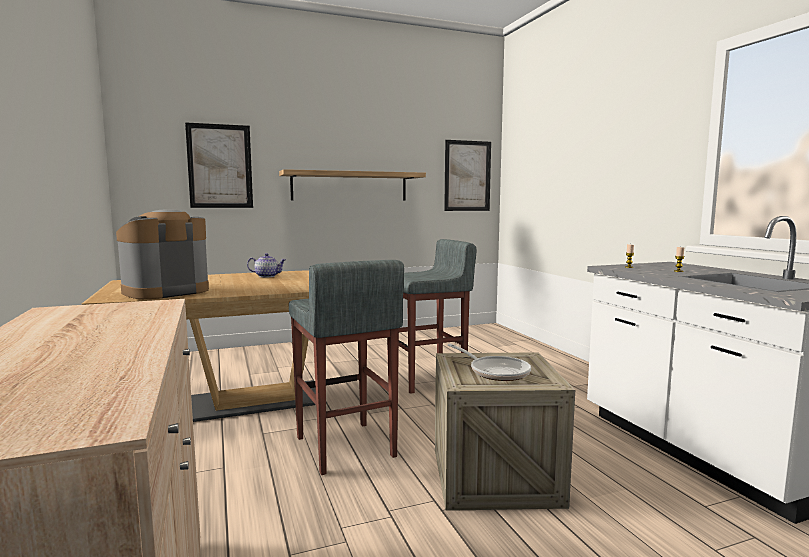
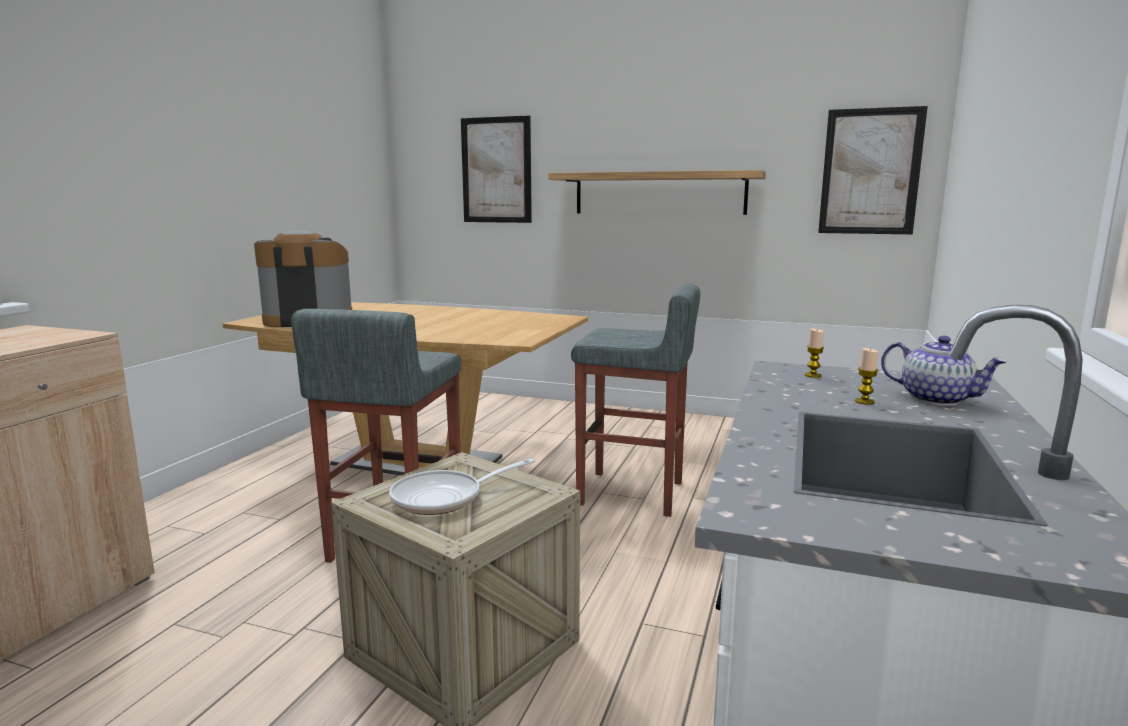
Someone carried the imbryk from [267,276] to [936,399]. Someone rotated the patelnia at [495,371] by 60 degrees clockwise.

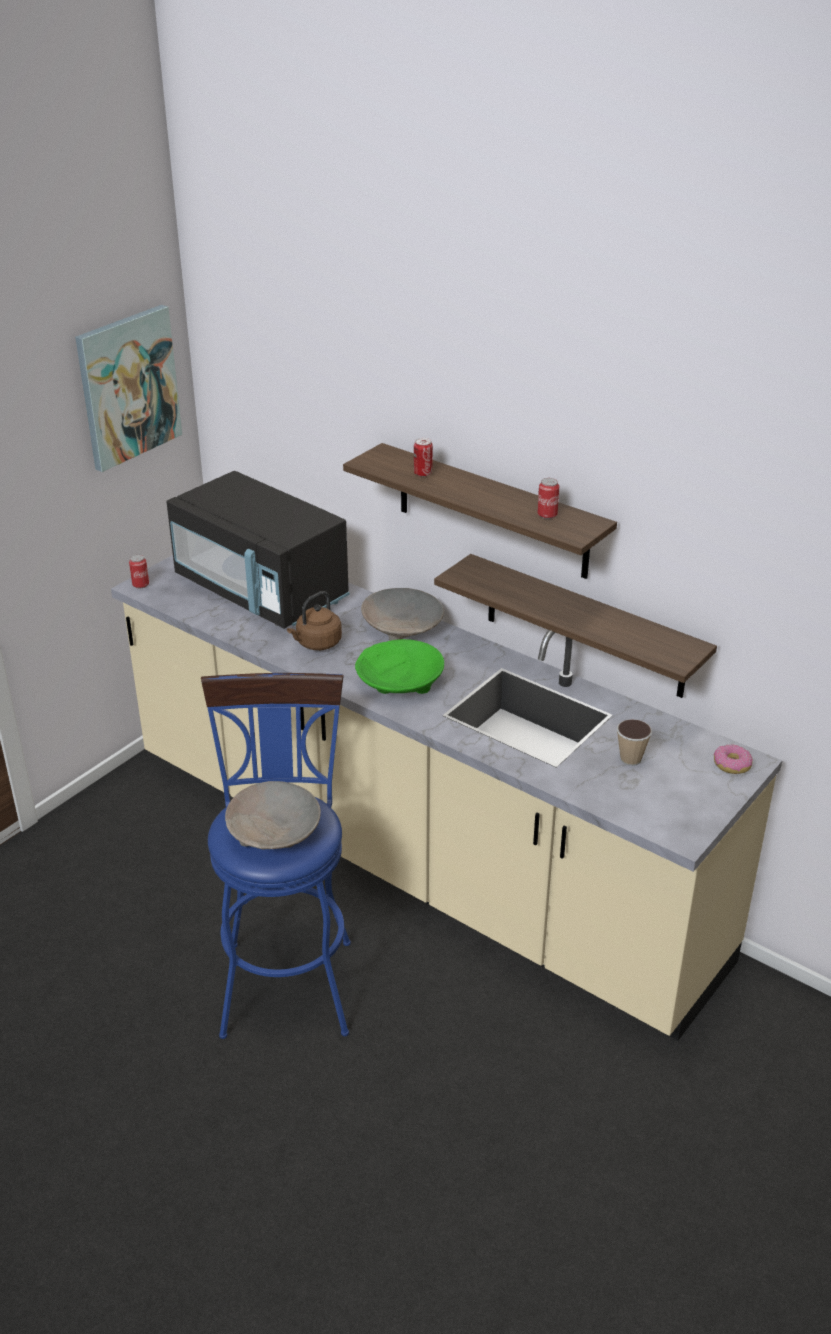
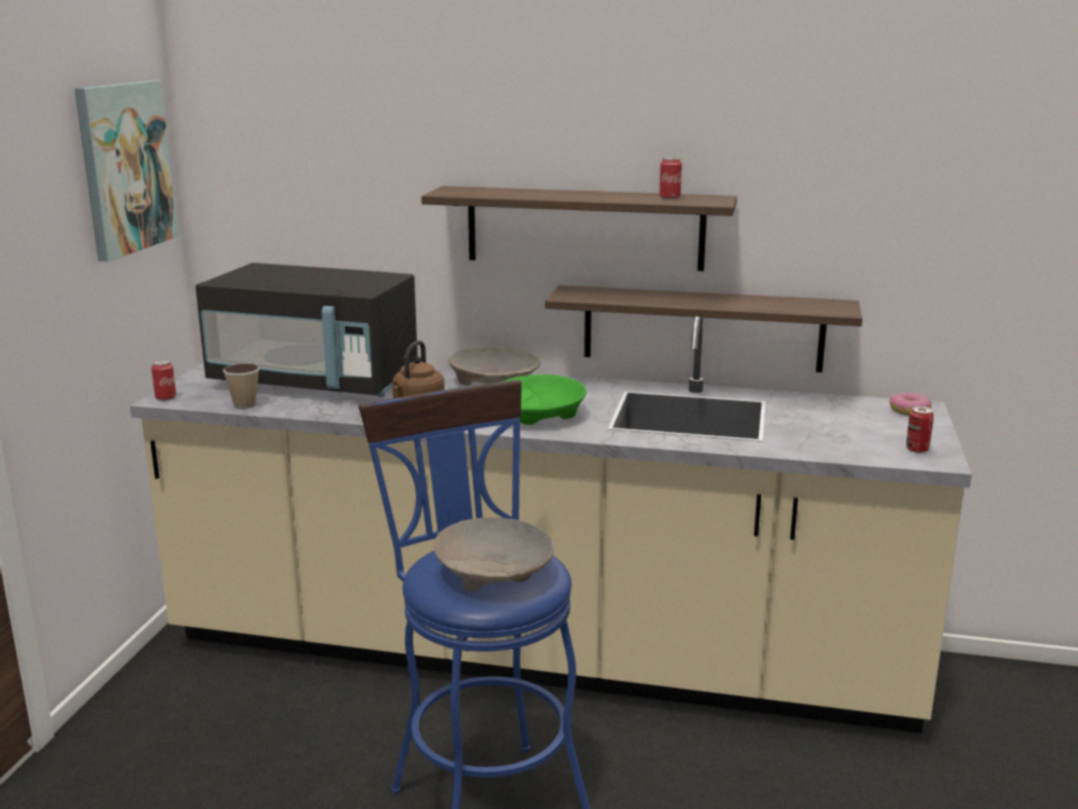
Someone carried the puszka from [423,473] to [917,450]. Someone carried the filiżanka from [630,759] to [244,405].

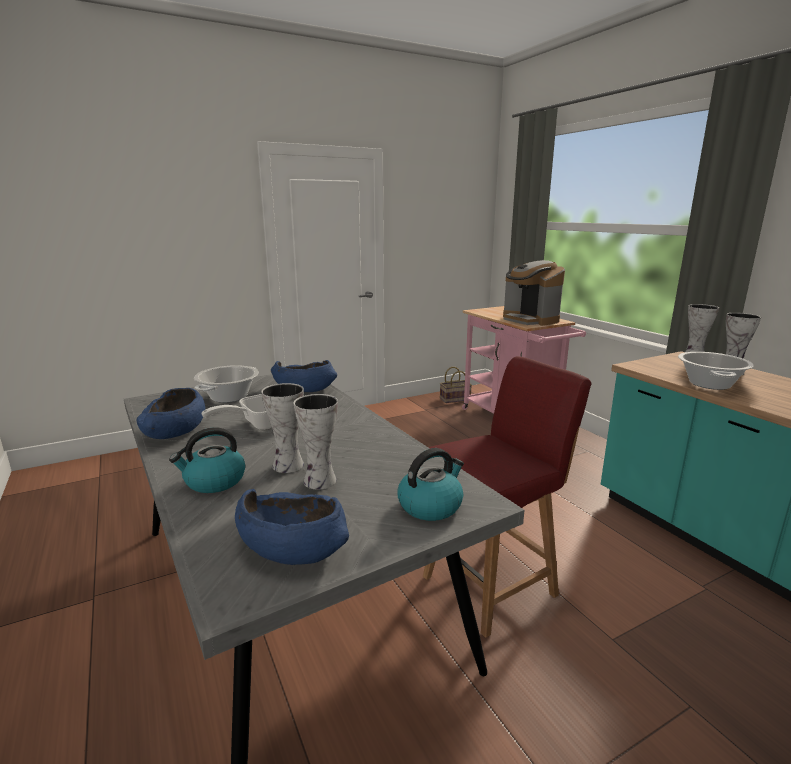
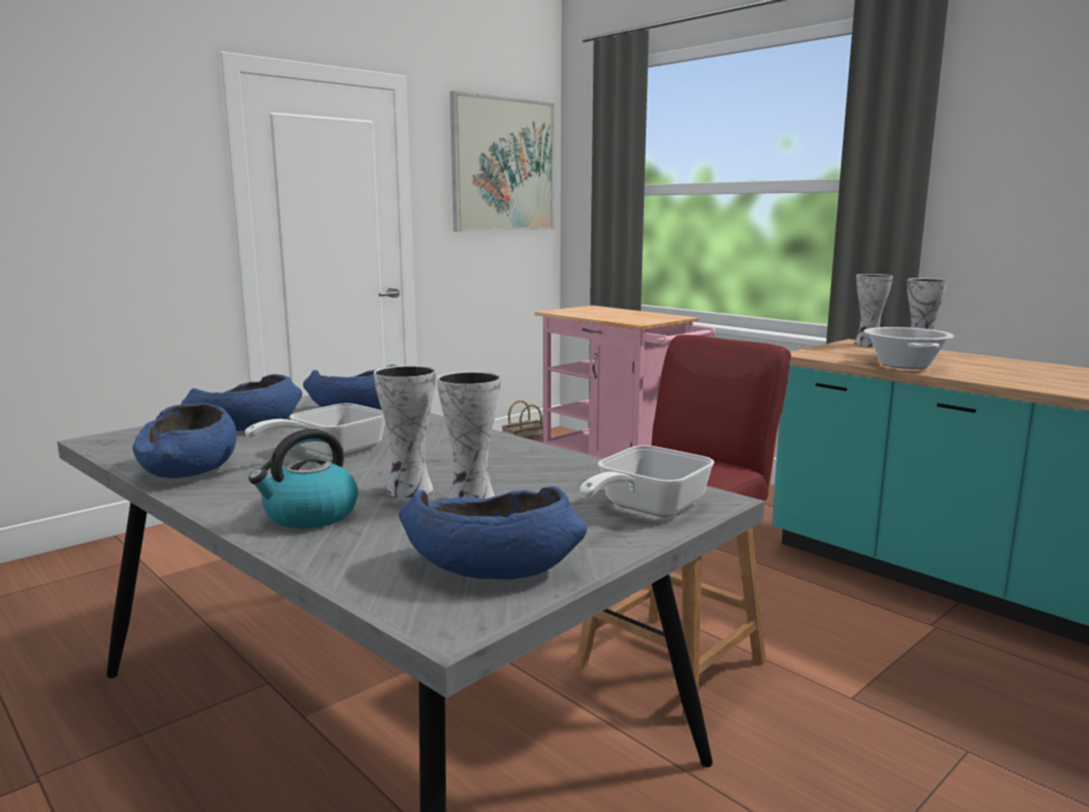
Someone took away the ekspres do kawy at [530,320]. Someone swapped the garnek at [229,397] for the miska [niebieski] at [245,427]. Someone swapped the czajnik at [430,505] for the patelnia at [645,508]. Someone put up the obraz at [503,165].

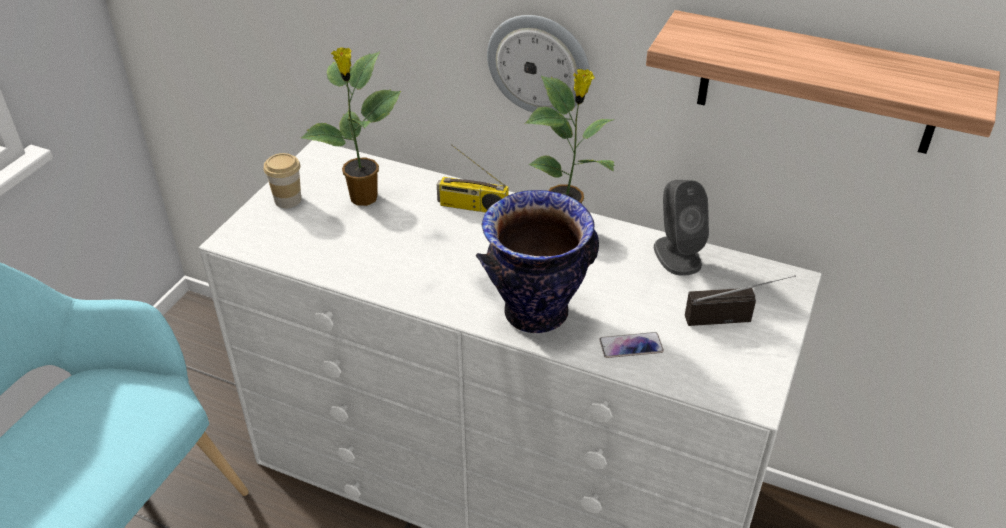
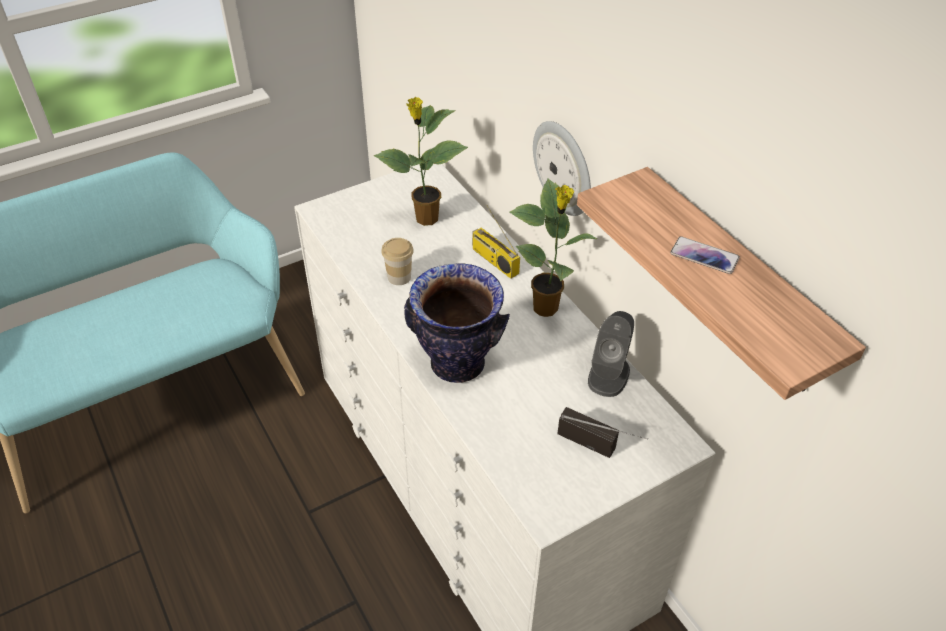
Someone carried the filiżanka from [288,200] to [399,277]. Someone carried the telefon from [631,346] to [704,256].

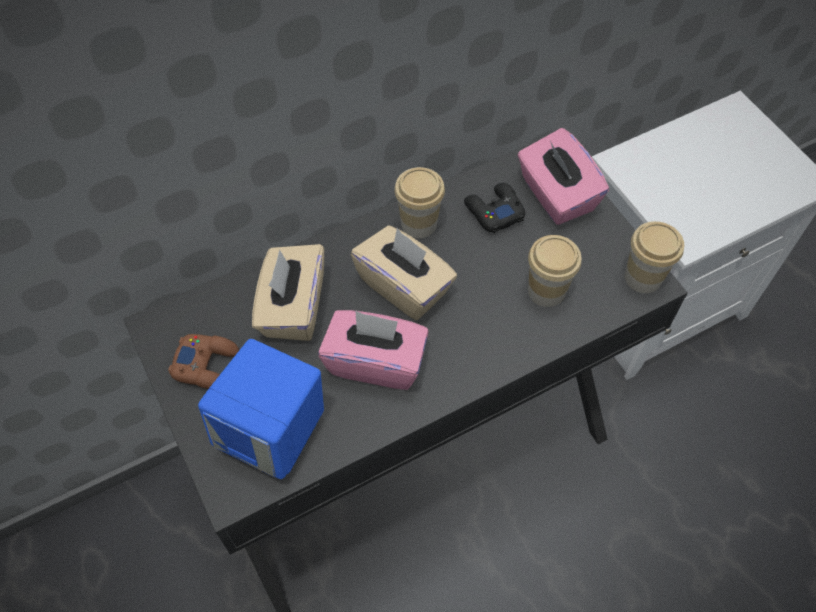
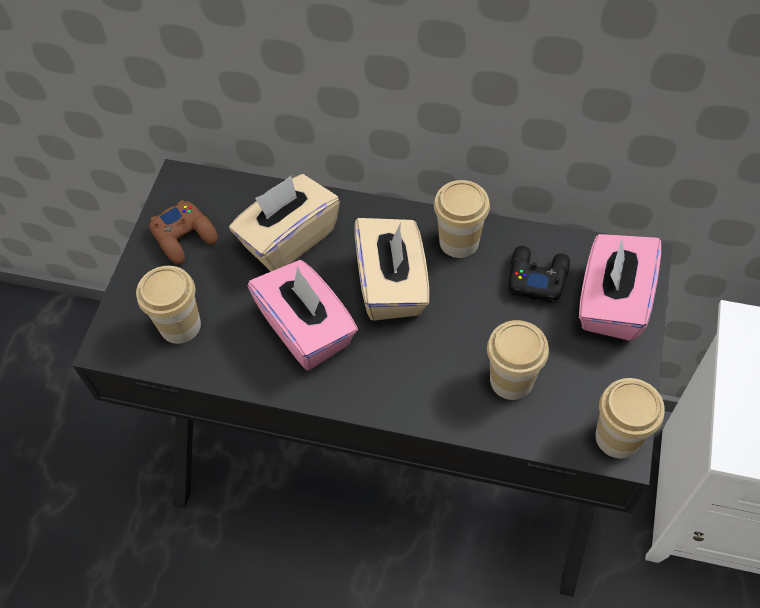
Someone swapped the głośnik [niebieski] at [274,433] for the filiżanka at [180,325].

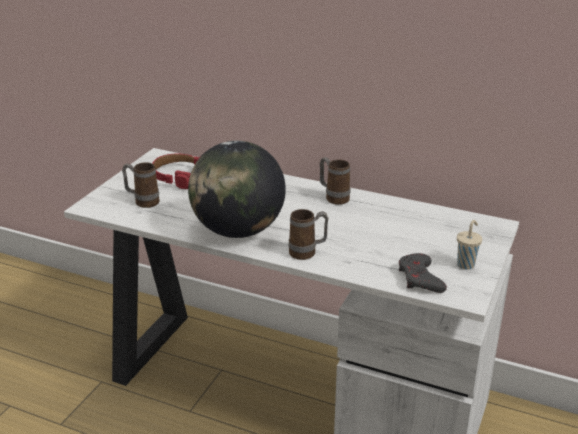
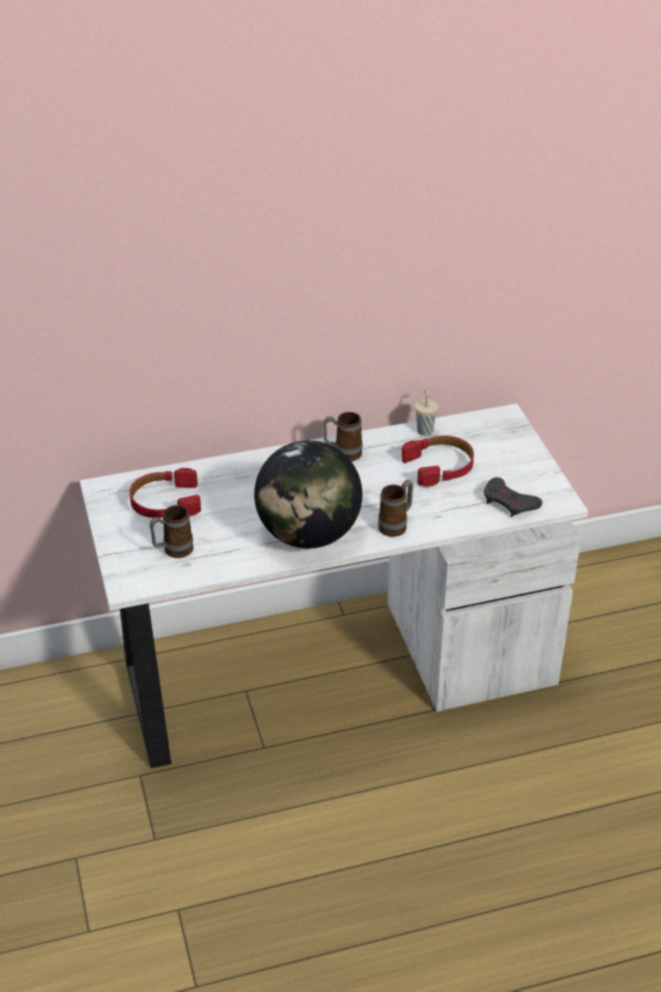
Someone carried the filiżanka [beżowy] from [466,264] to [424,430]. Someone put down the słuchawki [czerwony] at [440,466].

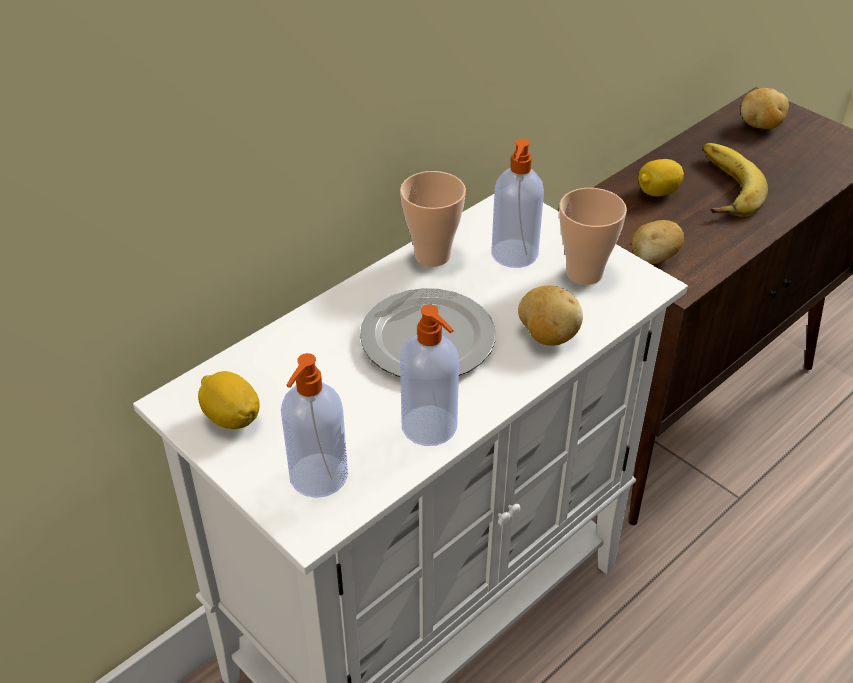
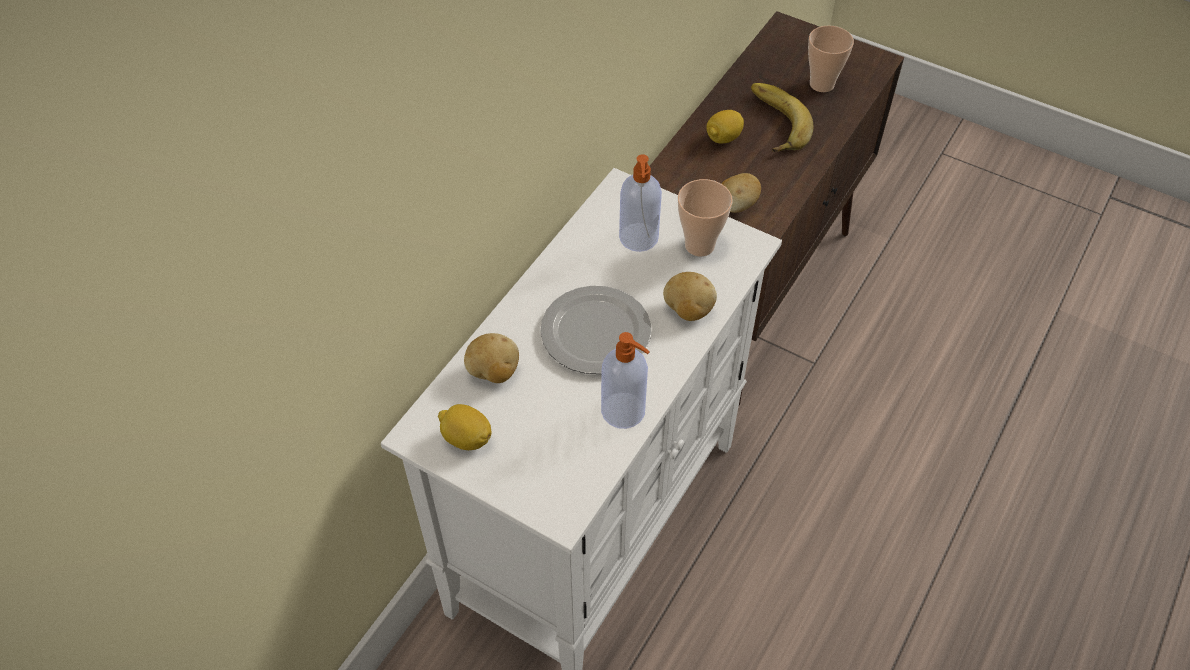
Someone carried the ziemniak from [760,126] to [493,372]. Someone carried the filiżanka from [432,255] to [822,84]. Someone took away the dozownik mydła at [317,477].

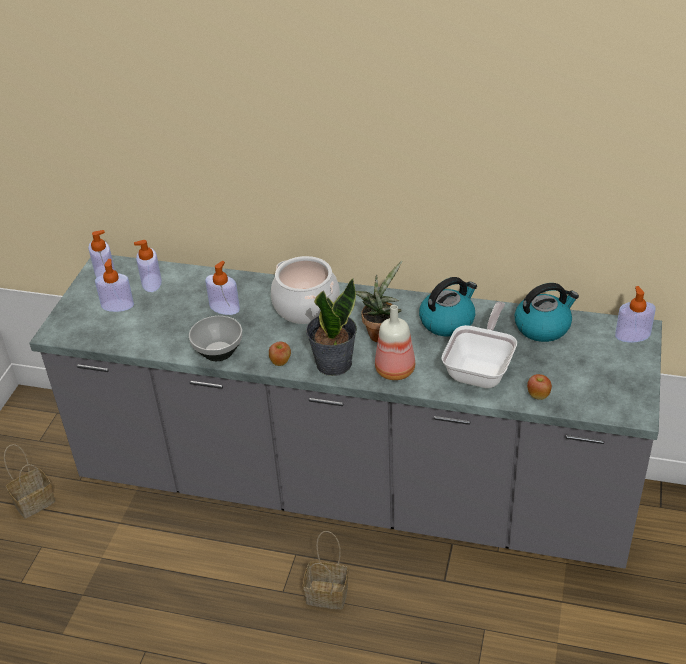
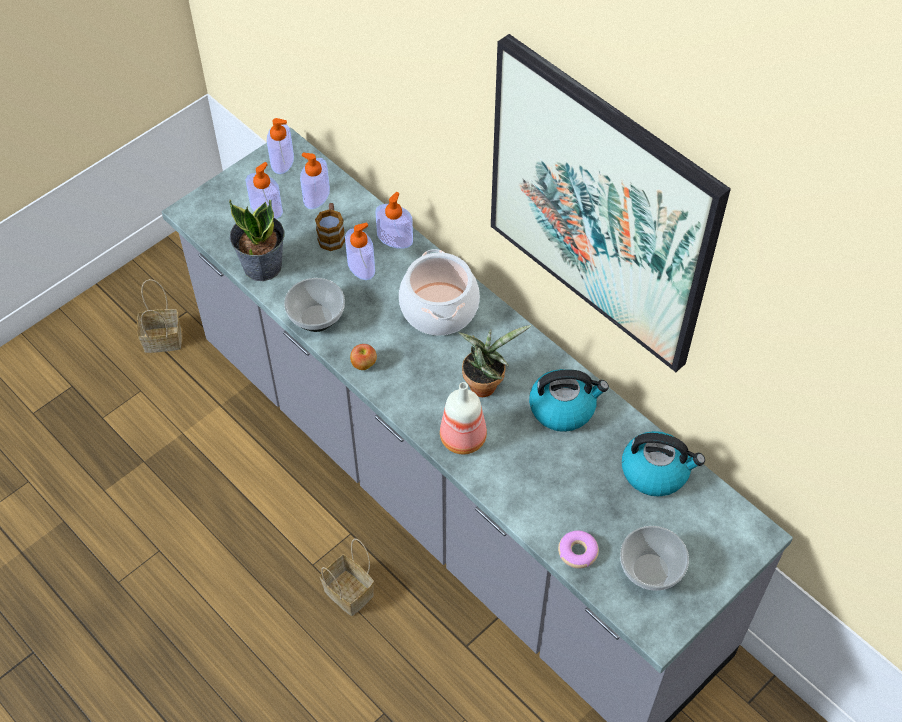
Someone carried the roślina doniczkowa from [333,363] to [262,265]. Someone carried the dozownik mydła from [632,335] to [395,238]. Someone took away the patelnia at [481,369]. Someone swapped the jabłko at [538,395] for the donut at [578,552]. Someone put up the obraz at [601,205]. Someone put down the kubek at [331,235]. Someone put down the miska at [651,571].

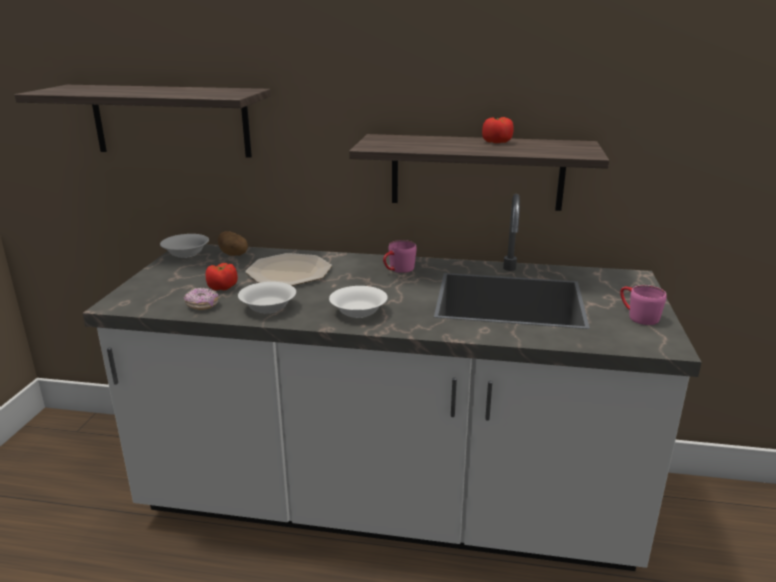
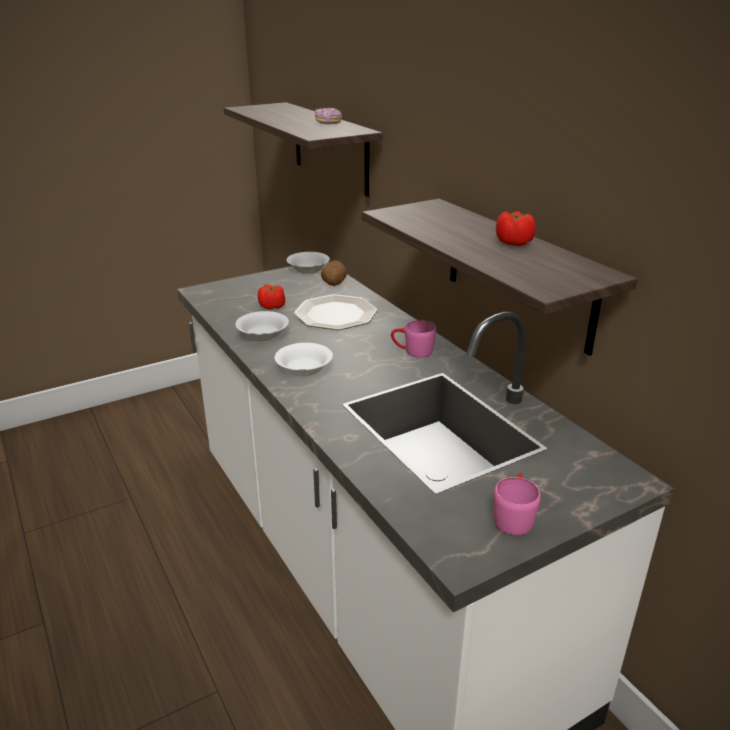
Someone carried the donut from [202,306] to [328,123].

